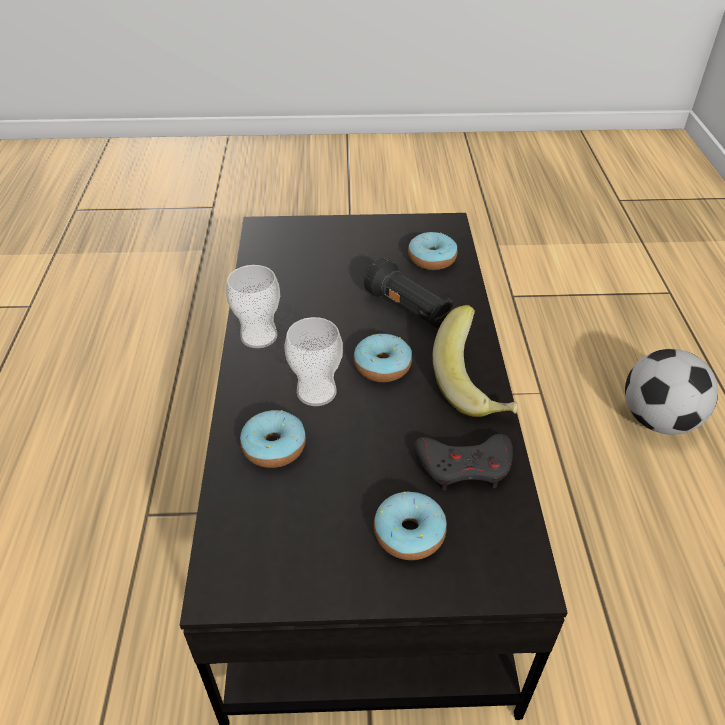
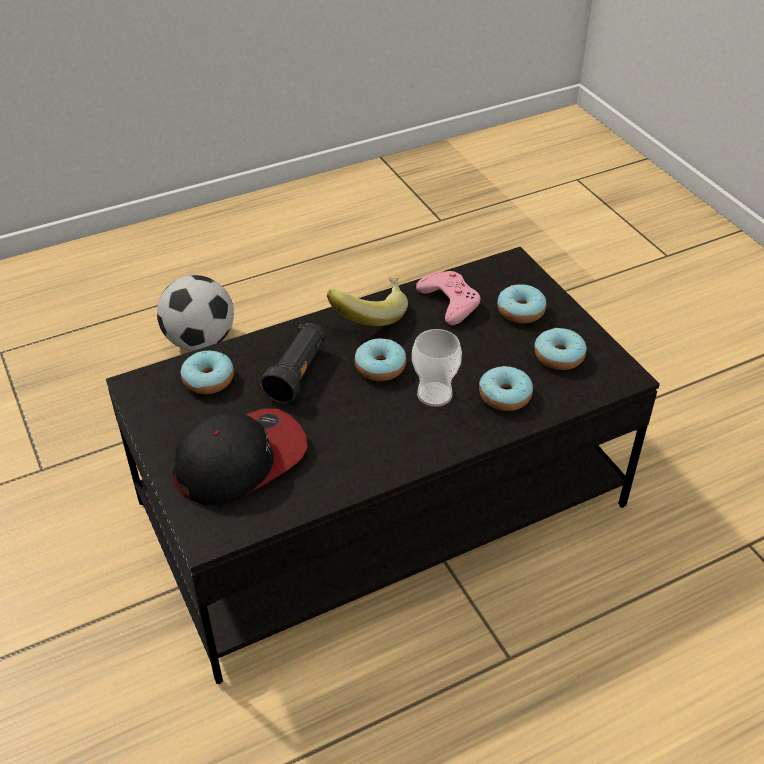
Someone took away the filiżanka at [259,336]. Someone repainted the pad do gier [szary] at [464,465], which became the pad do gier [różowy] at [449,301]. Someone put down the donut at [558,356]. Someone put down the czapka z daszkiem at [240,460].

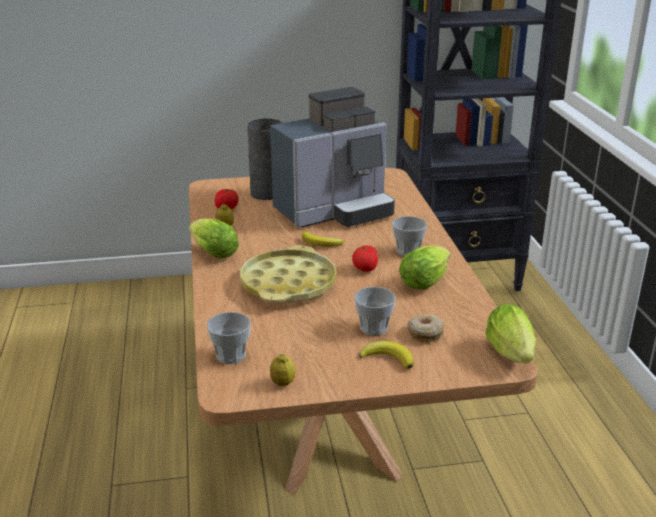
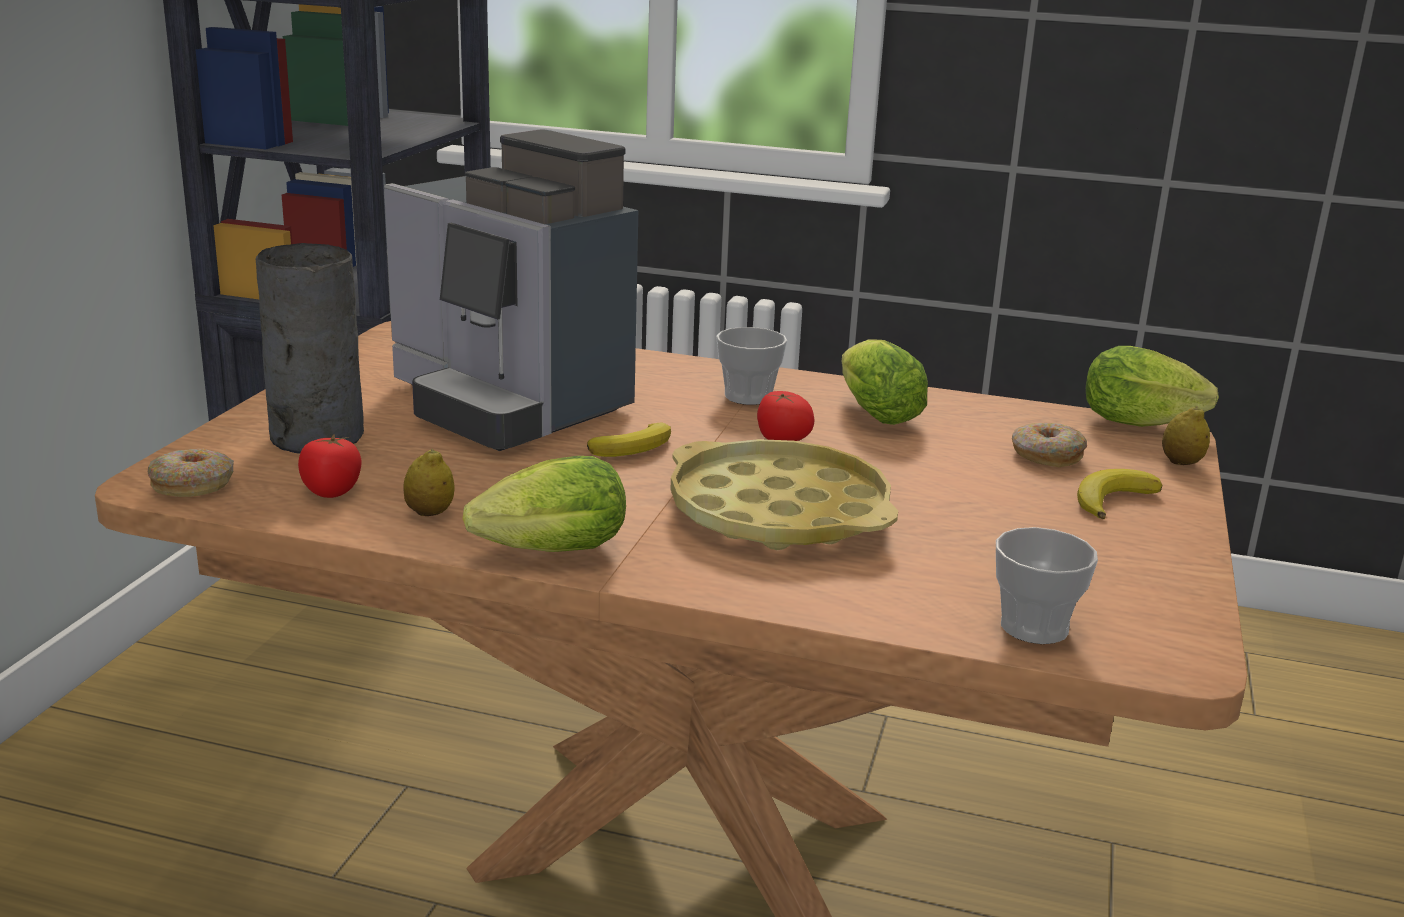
Someone rotated the ekspres do kawy at [335,211] by 135 degrees clockwise. Someone took away the filiżanka at [374,328]. Someone carried the cytryna from [283,383] to [1181,463]. Someone put down the donut at [193,485].

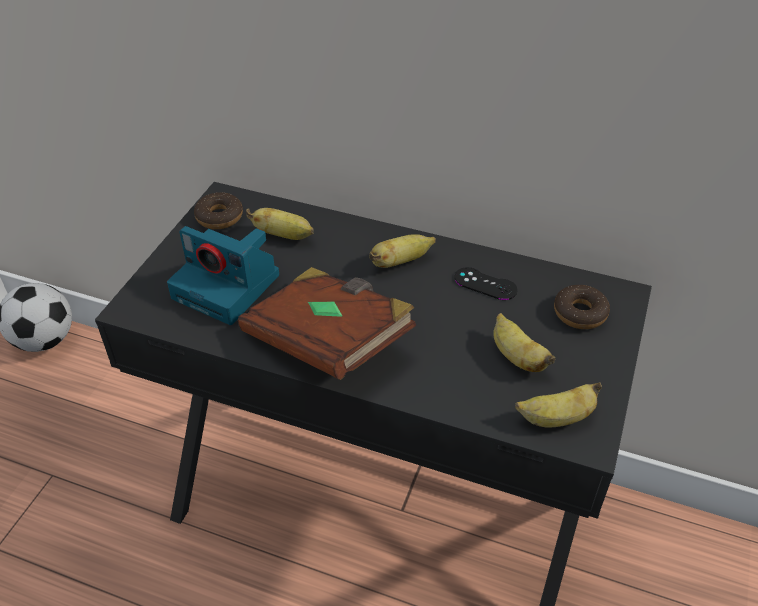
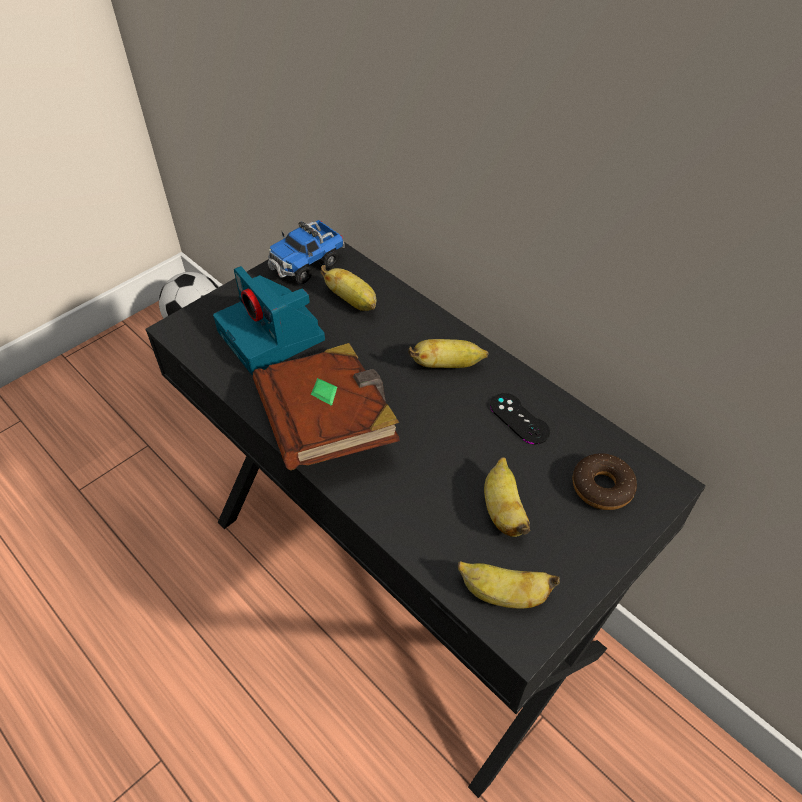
Someone swapped the donut at [219,217] for the ciężarówka zabawkowa at [306,265].

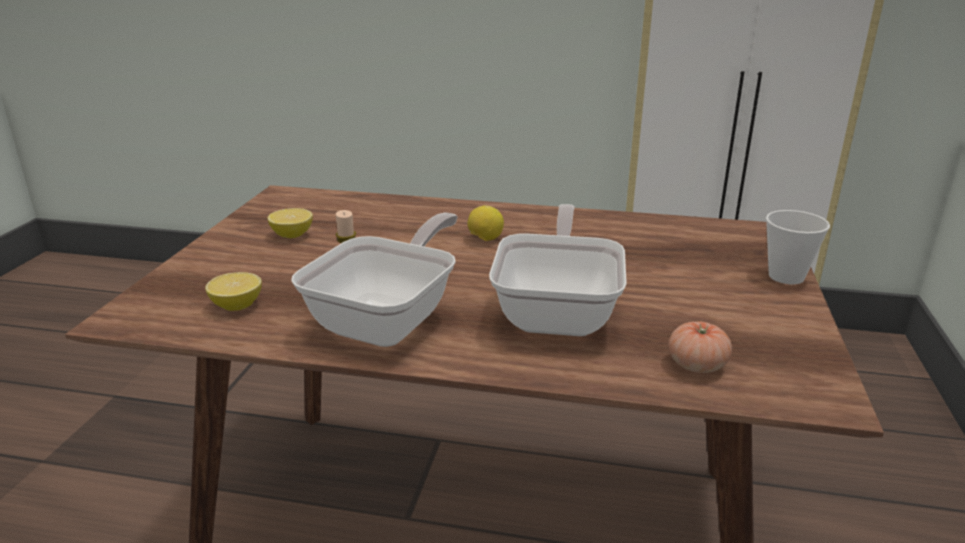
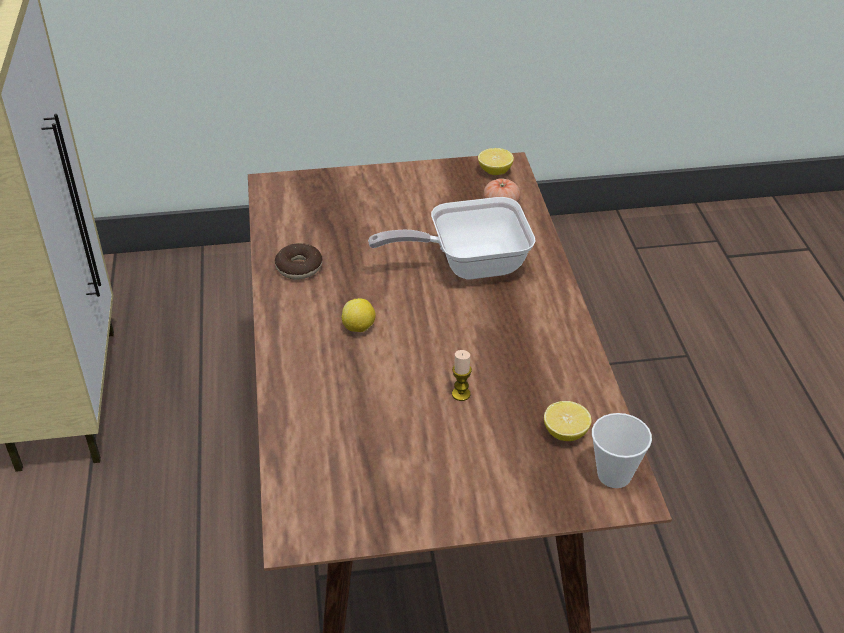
Someone carried the cytryna from [292,235] to [495,171]. Someone carried the filiżanka from [786,276] to [614,475]. Someone took away the patelnia at [390,319]. Someone put down the donut at [299,267].

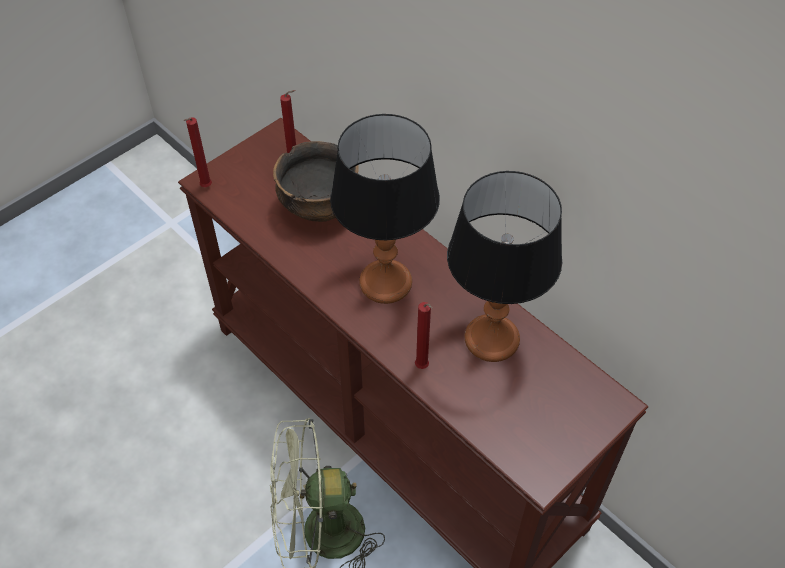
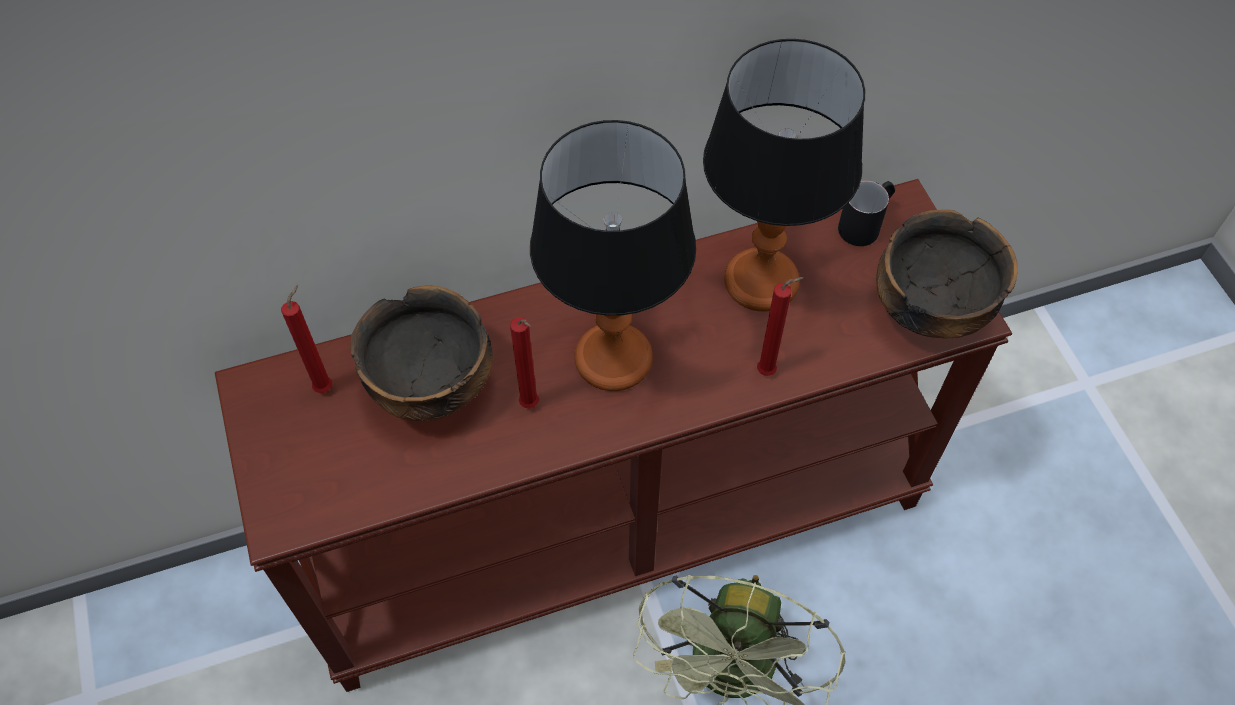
Someone carried the świeca [czerwony] from [205,187] to [531,406]. Someone put down the kubek [czarny] at [865,224]. Someone put down the miska at [929,308].

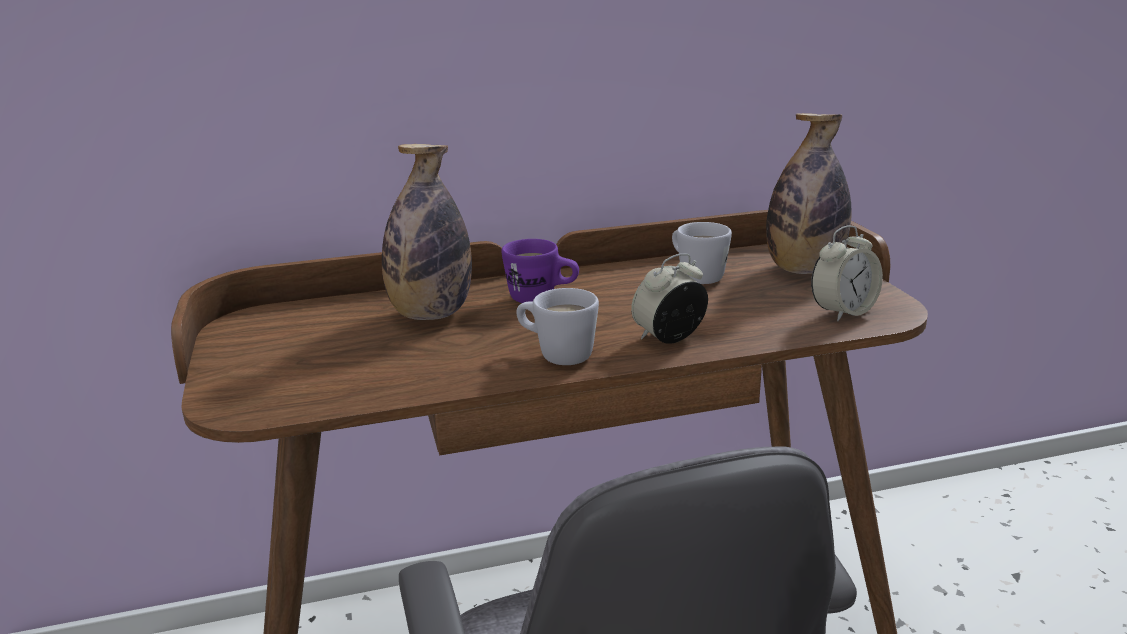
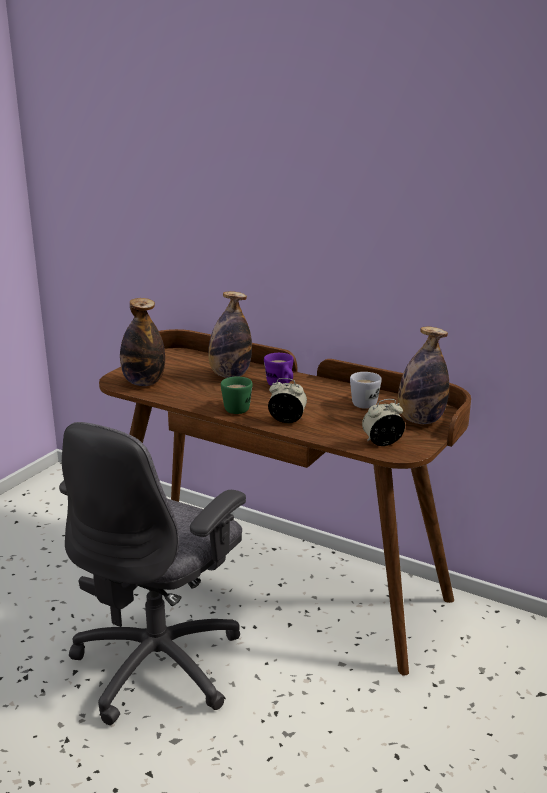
Someone rotated the budzik at [843,312] by 150 degrees clockwise. Someone repainted the kubek [biały] at [556,354], which became the kubek [zielony] at [235,408]. Someone put down the butelka at [144,383].

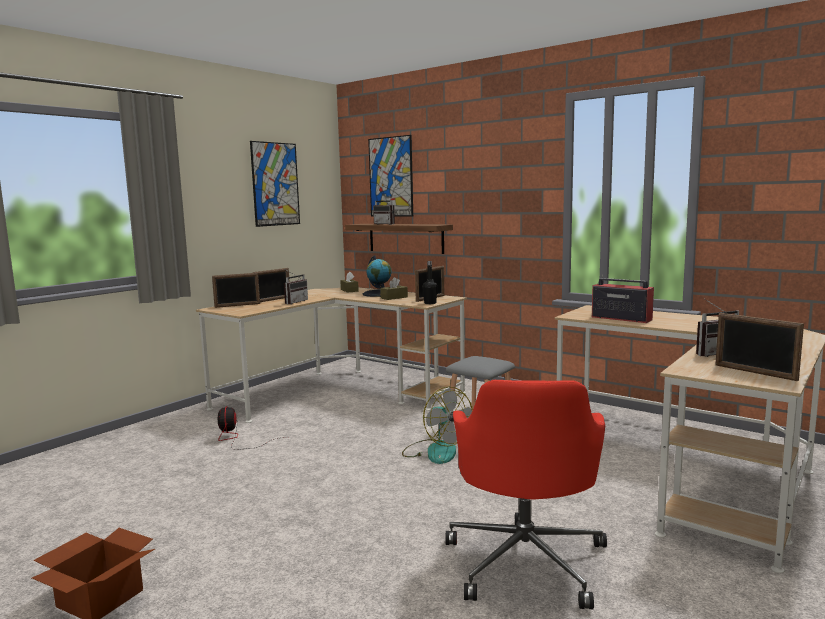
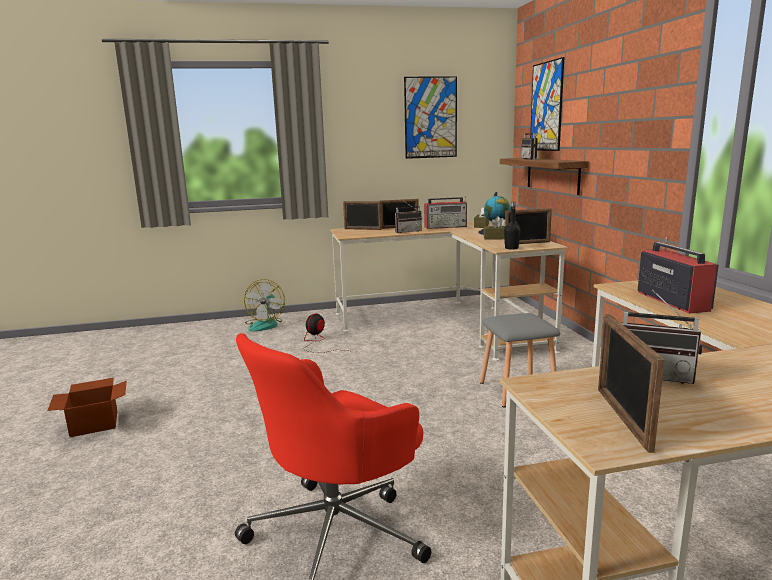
Someone carried the wentylator from [435,451] to [265,324]. Someone put down the radio at [446,227].

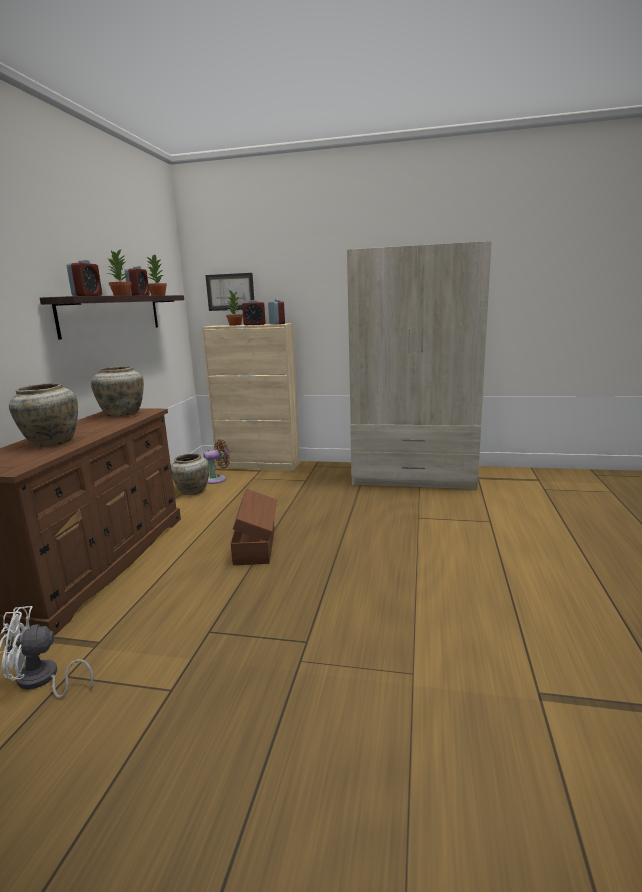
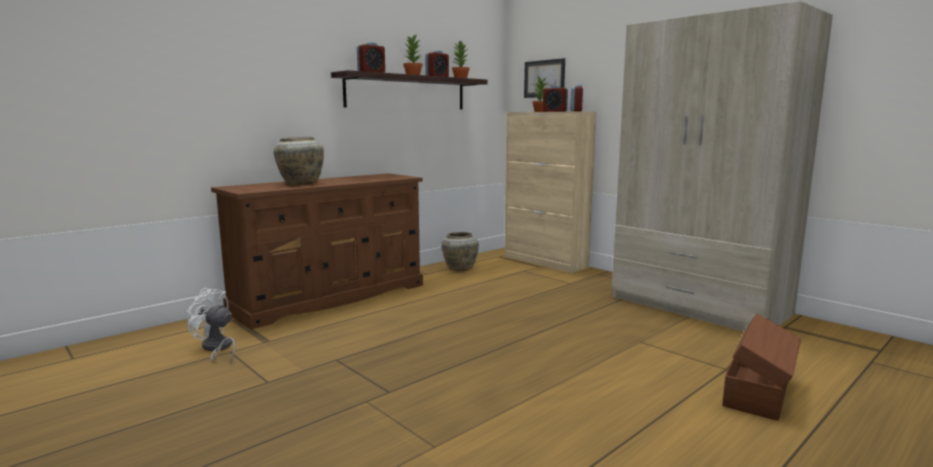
Someone took away the wazon [beżowy] at [123,414]. Someone took away the wentylator [brązowy] at [217,479]. Someone carried the pojemnik do przechowywania [brązowy] from [256,545] to [759,392].

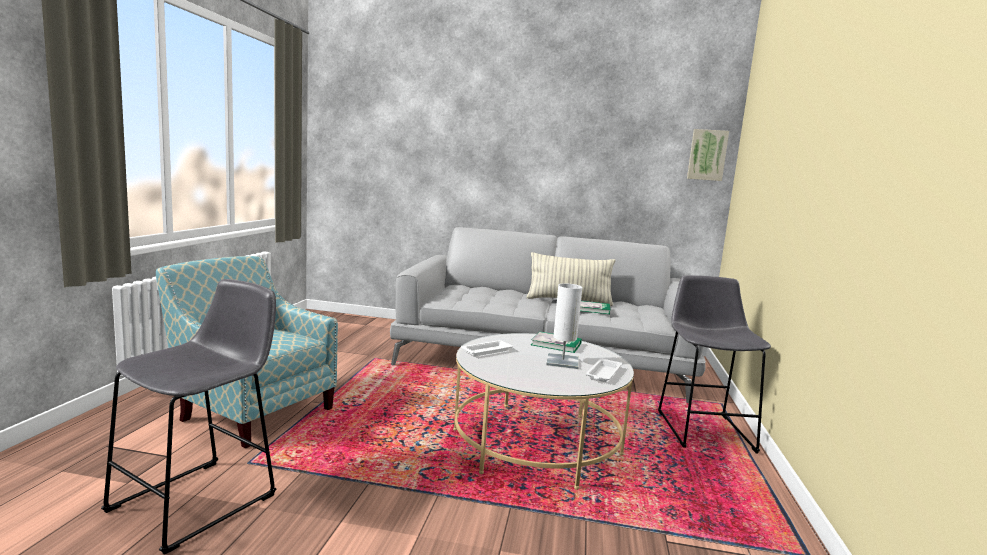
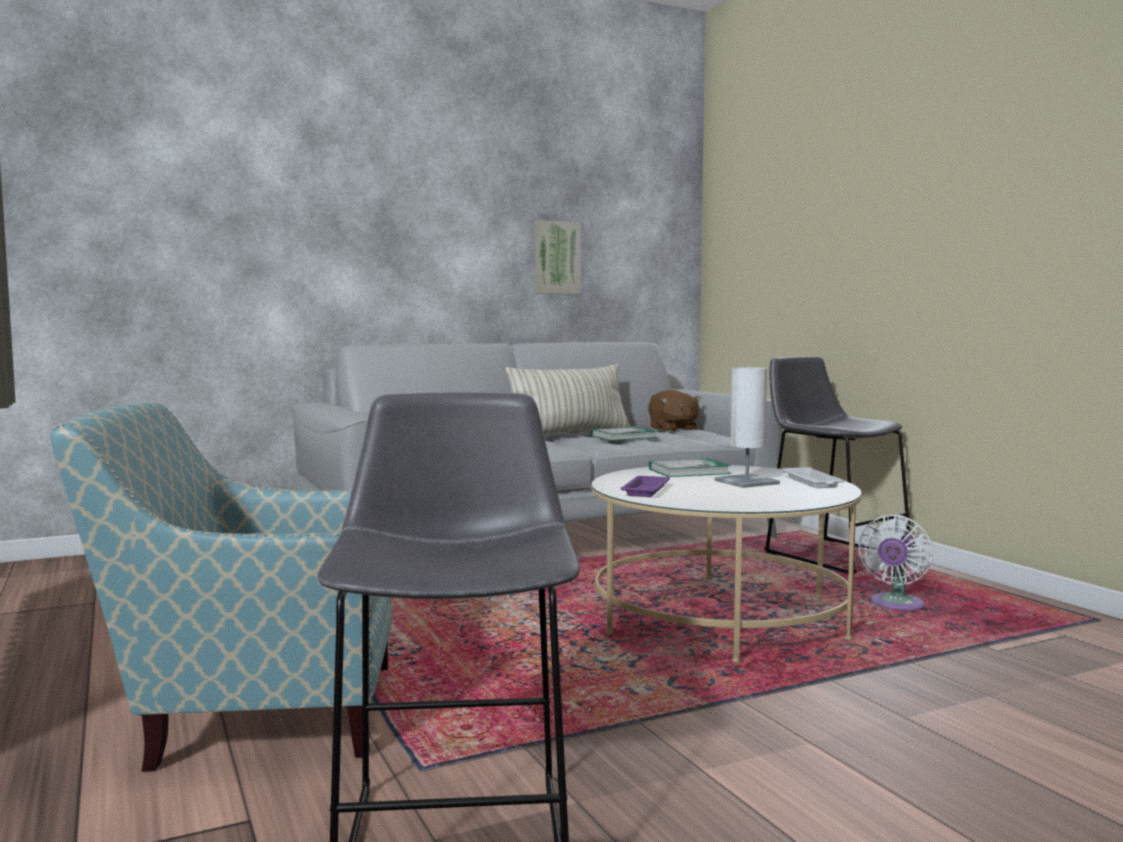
Someone carried the obraz from [707,155] to [556,258]. Someone repainted the taca [biały] at [487,351], which became the taca [fioletowy] at [646,490]. Someone put down the pluszak [brązowy] at [673,429]. Someone put down the wentylator [biały] at [895,606].

